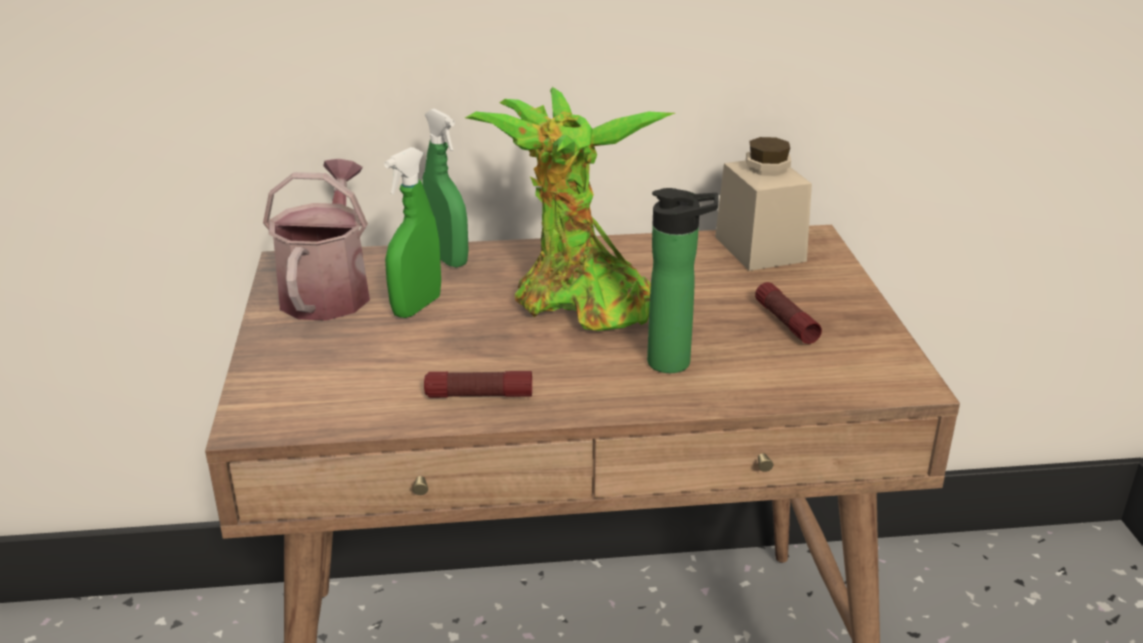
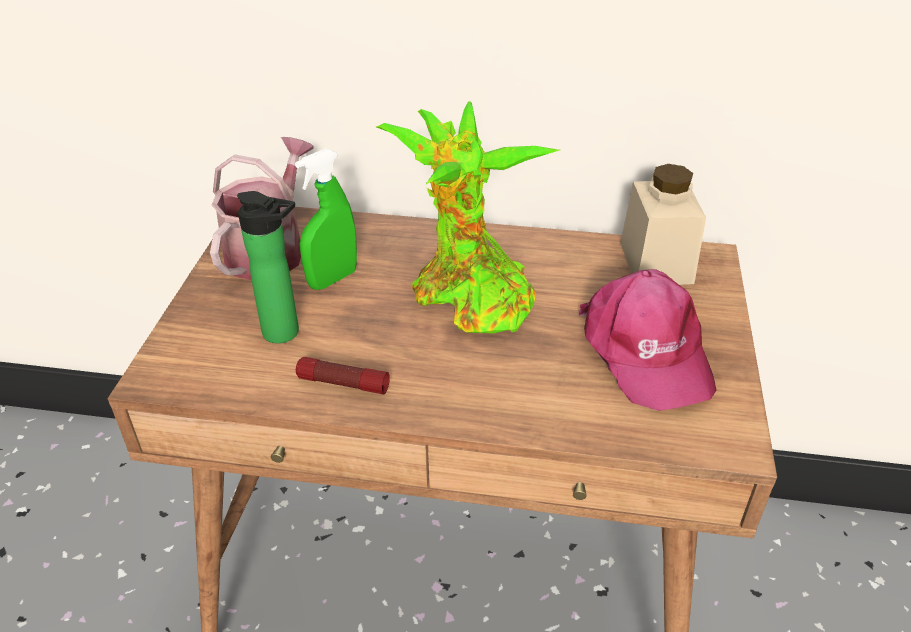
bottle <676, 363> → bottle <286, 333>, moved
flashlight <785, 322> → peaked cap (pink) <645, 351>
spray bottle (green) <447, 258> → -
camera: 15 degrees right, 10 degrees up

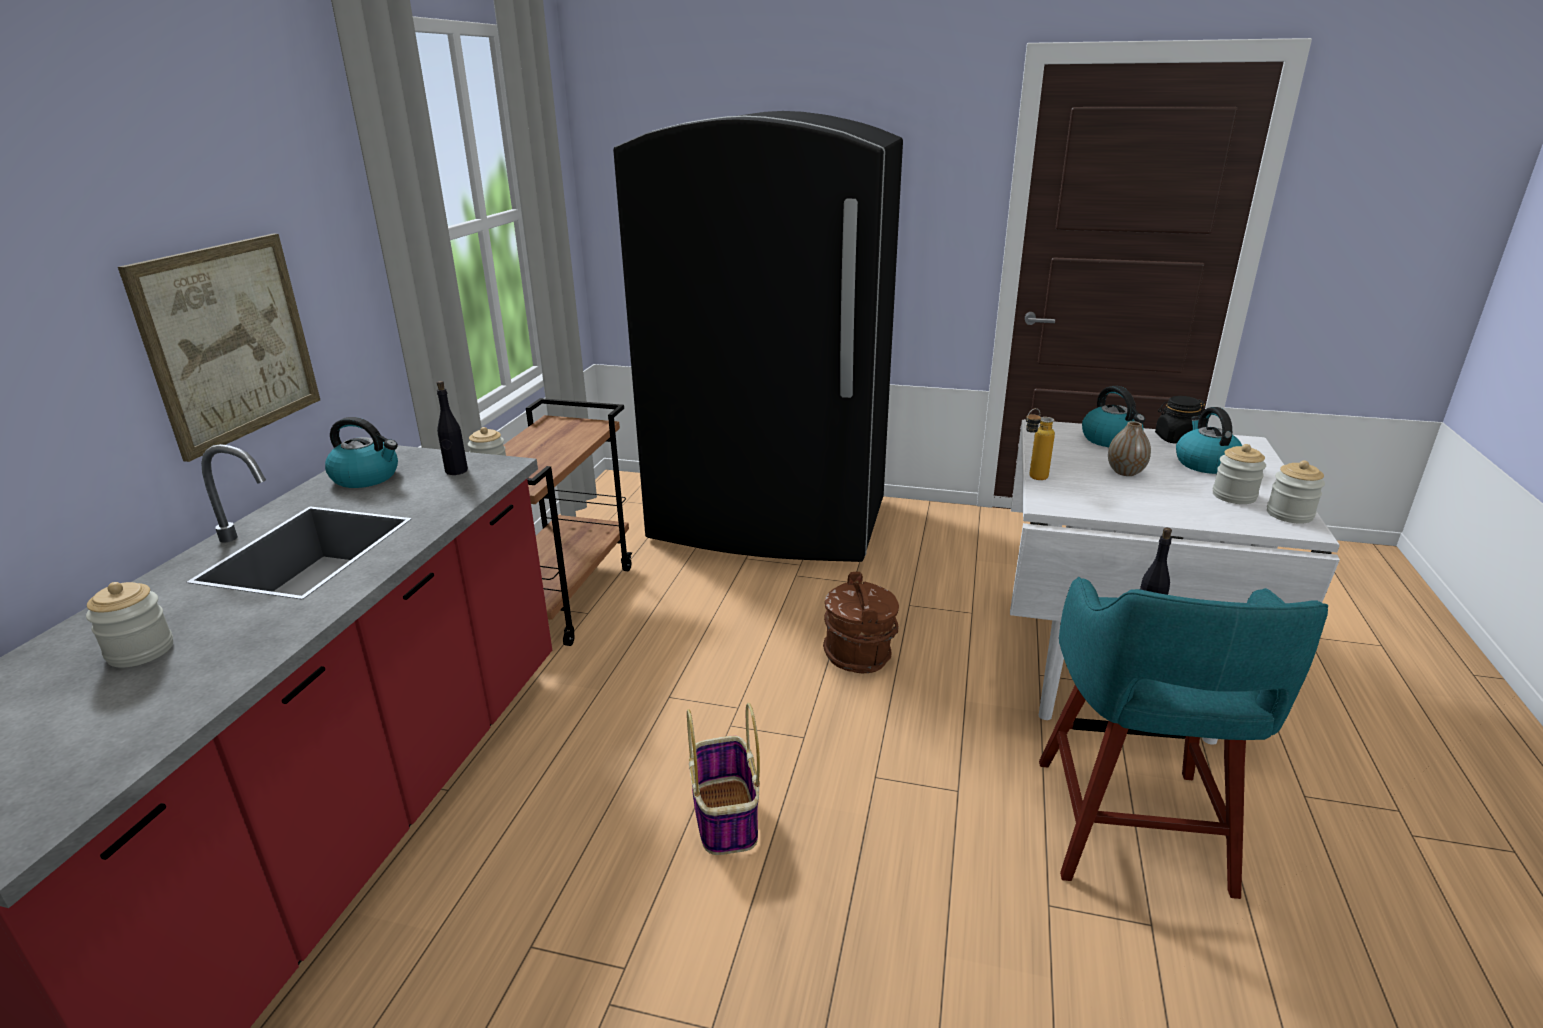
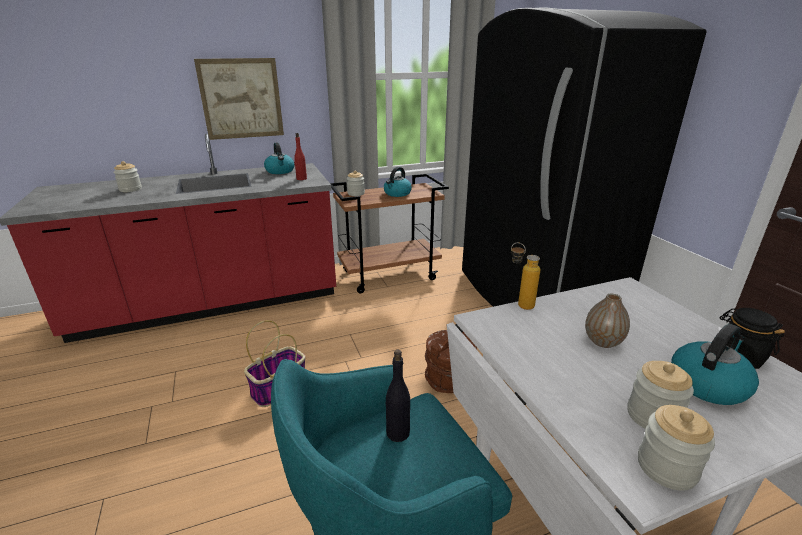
bottle (black-coloured) <456, 471> → bottle (red) <301, 179>
water kettle <1111, 440> → water kettle <397, 193>, moved
camera: 55 degrees right, 0 degrees up

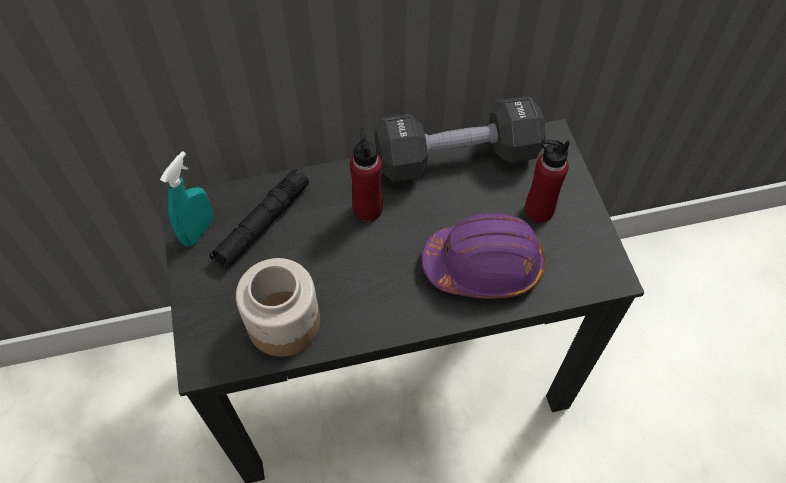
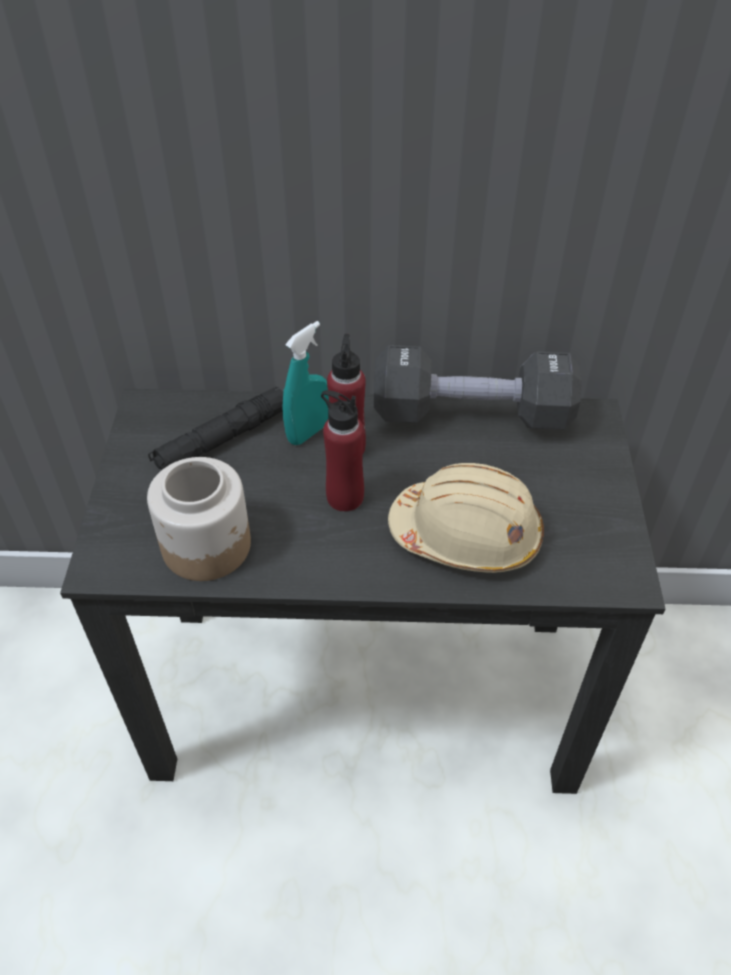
spray bottle (turquoise) <198, 231> → spray bottle (turquoise) <308, 432>, moved
bottle (red) <538, 210> → bottle (red) <345, 497>, moved
work helmet (purple) <484, 265> → work helmet (beige-coloured) <466, 535>
camera: 15 degrees right, 10 degrees down

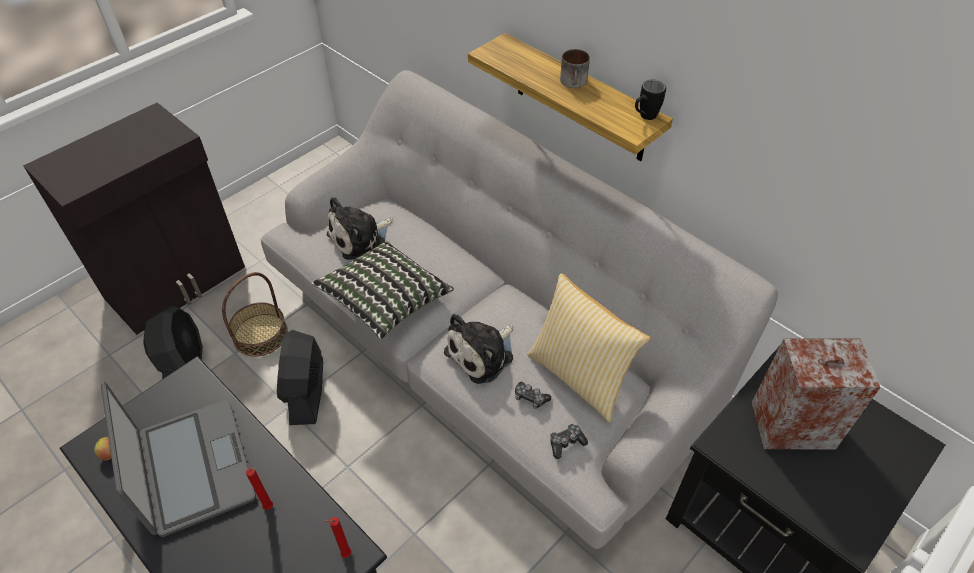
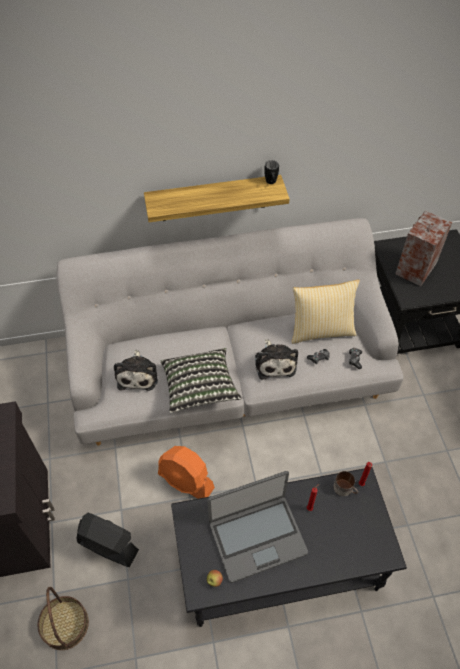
storage basket <260, 334> → storage basket <64, 624>, moved
electric fan (black-coloured) <306, 392> → electric fan (orange-coloured) <186, 481>
portable computer <193, 468> → portable computer <257, 537>, 150 degrees clockwise
tea mug <574, 82> → tea mug <345, 488>, moved
camera: 55 degrees left, 5 degrees up

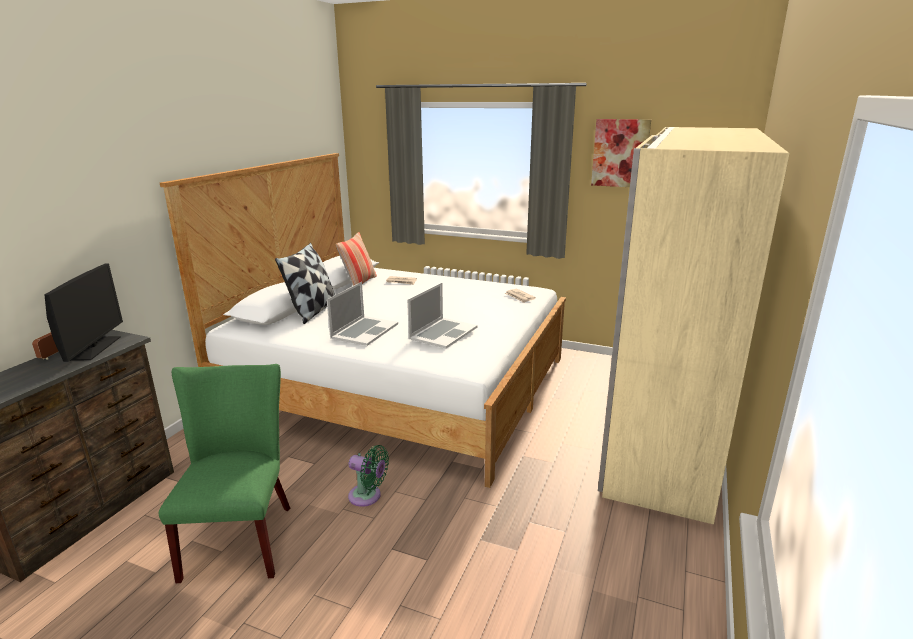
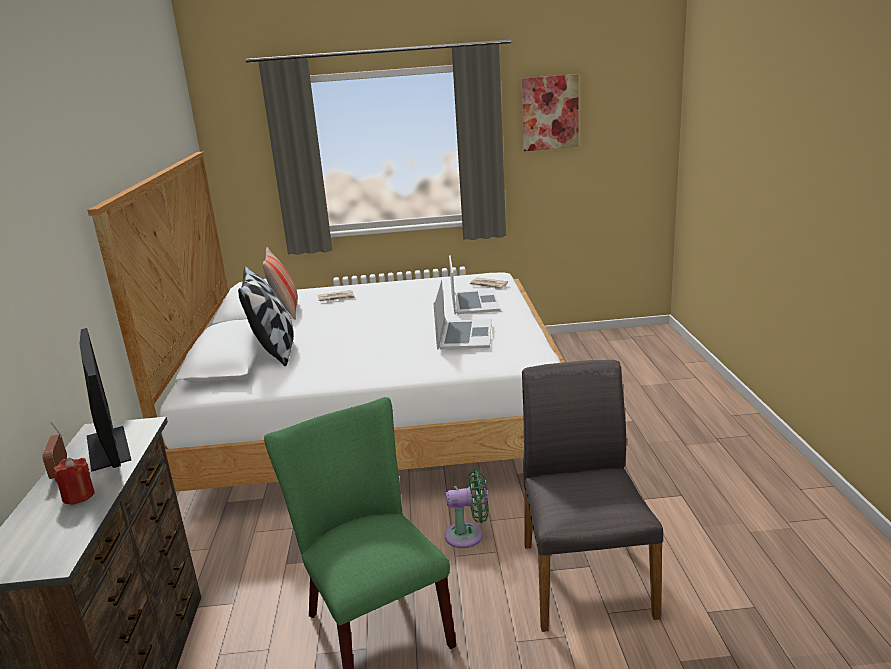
- → wax candle (red) <78, 496>
portable computer <364, 331> → portable computer <474, 302>, moved
- → plain chair (grey) <584, 577>
clothes cupboard (beige-coloured) <665, 430> → -
camera: 25 degrees left, 0 degrees up

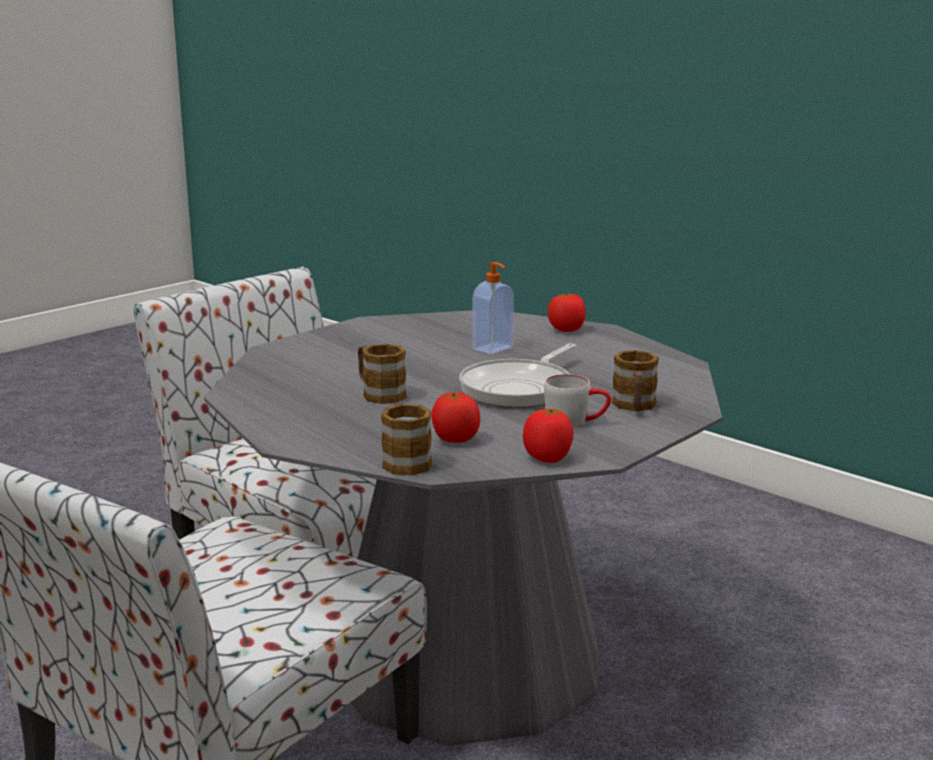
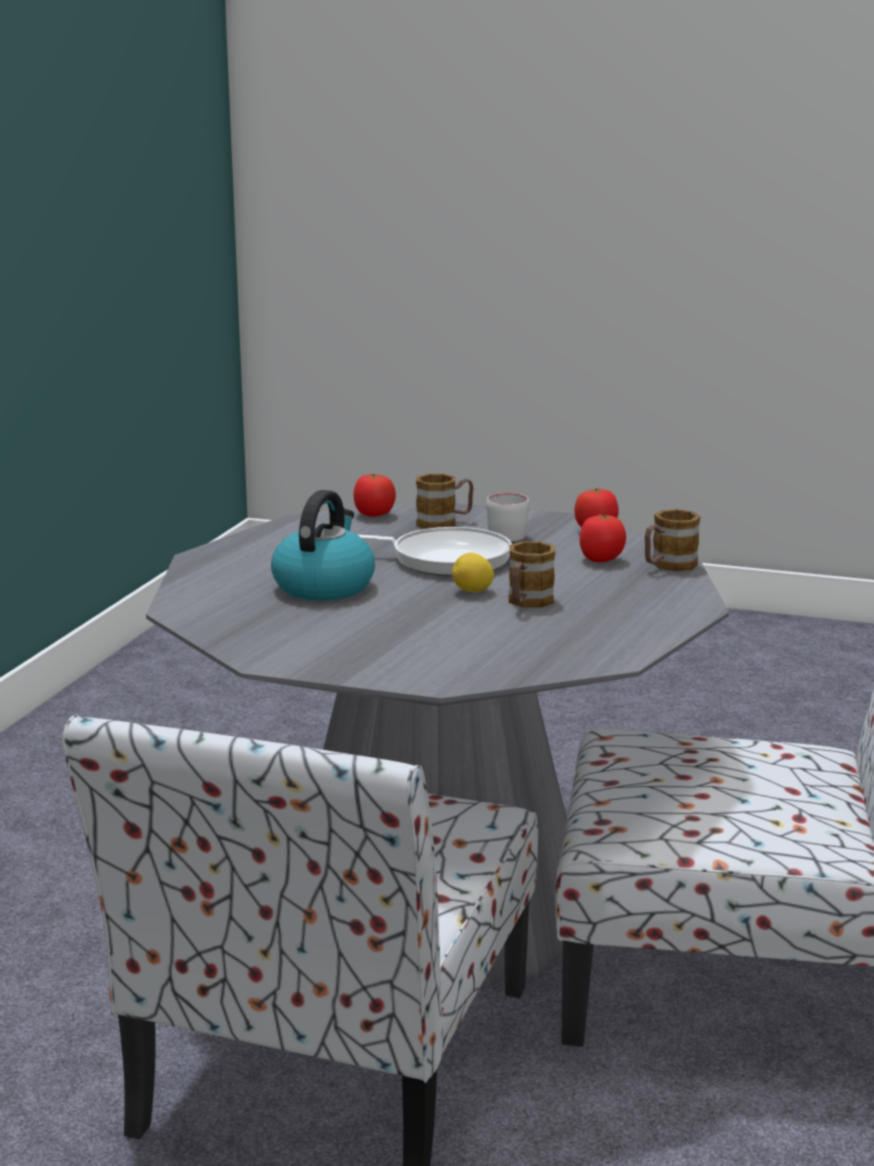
soap bottle <493, 349> → water kettle <324, 586>
whole tomato <566, 330> → whole tomato <374, 515>, moved
- → lemon <473, 591>
camera: 115 degrees left, 0 degrees up

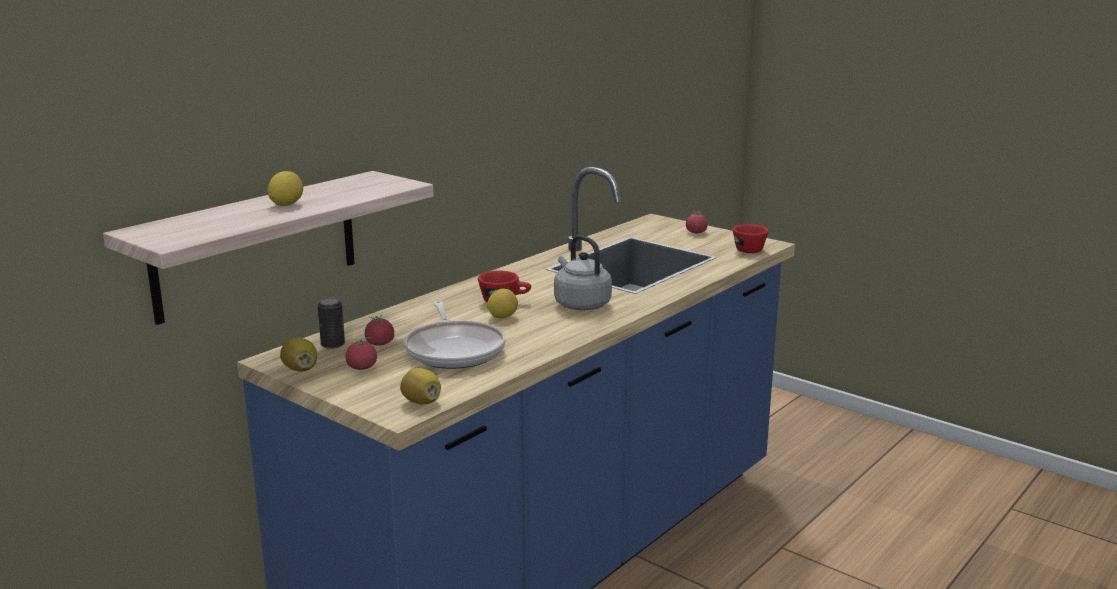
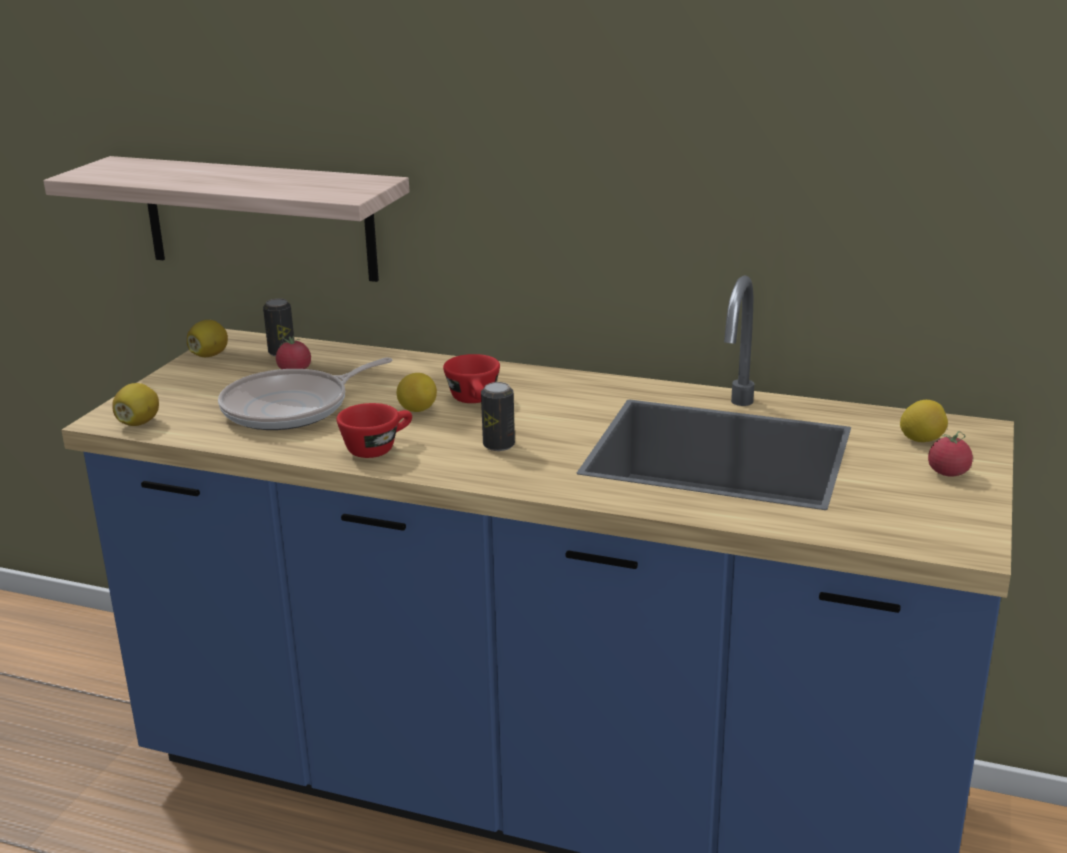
drinking cup (red) <746, 249> → drinking cup (red) <378, 448>, moved
water kettle (grey) <580, 304> → can <499, 445>
lemon <286, 204> → lemon <921, 440>, moved
whole tomato <362, 367> → -
camera: 70 degrees right, 5 degrees up

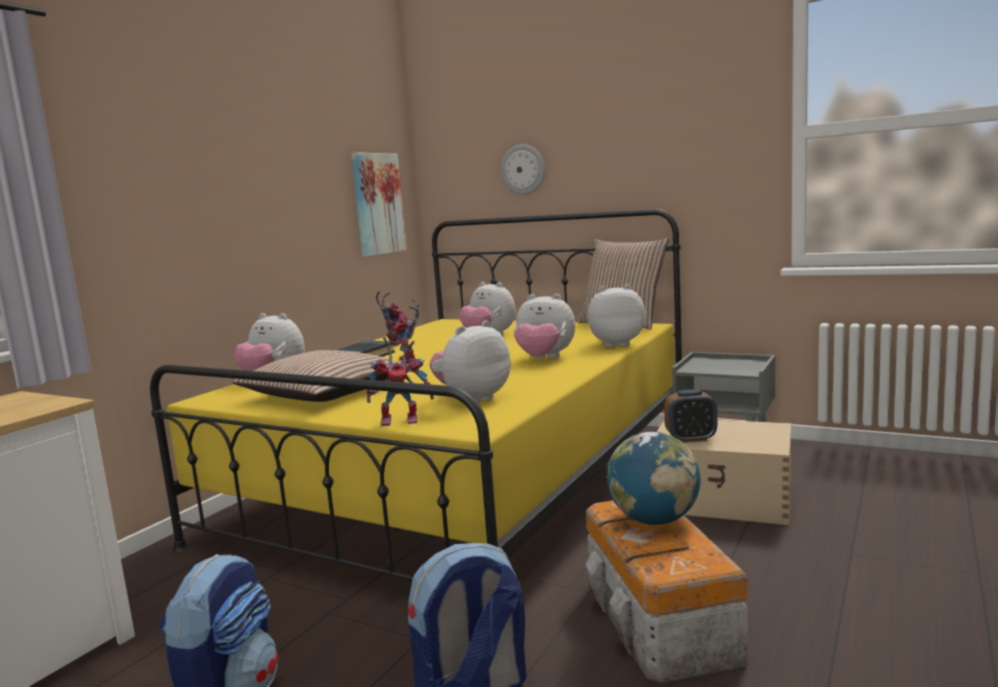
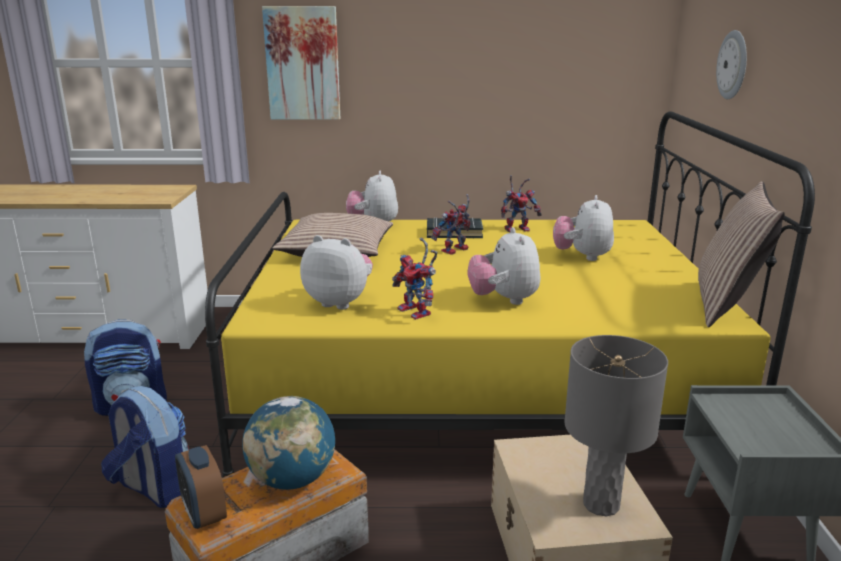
table clock <691, 439> → table clock <204, 514>, moved
picture <378, 204> → picture <302, 64>, moved
toy robot <403, 420> → toy robot <418, 312>, moved
- → lamp for a table (grey) <600, 504>
soft toy <615, 344> → -
camera: 60 degrees right, 10 degrees up

